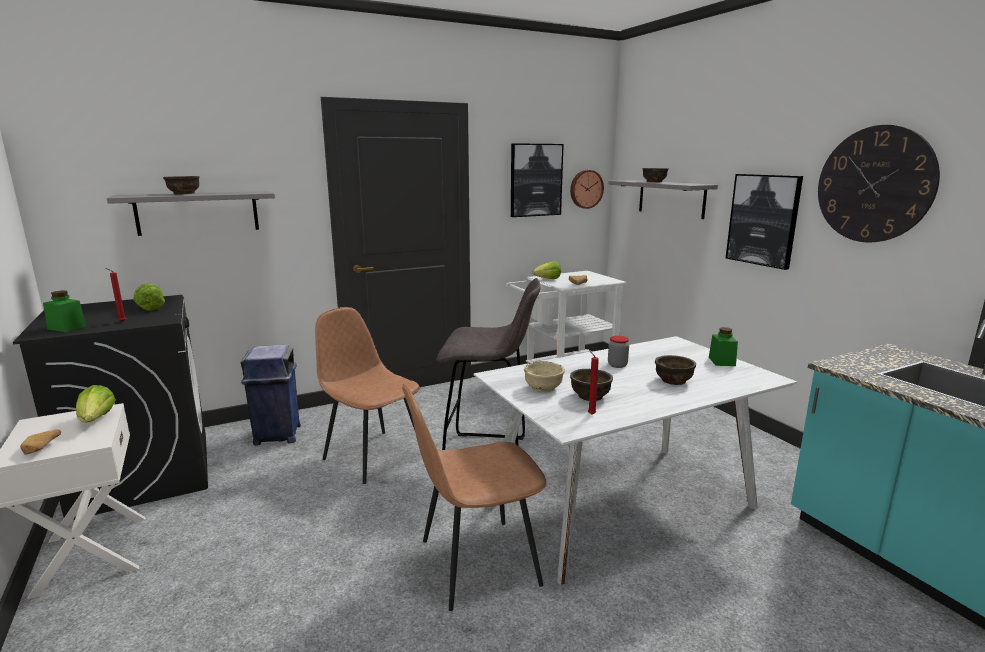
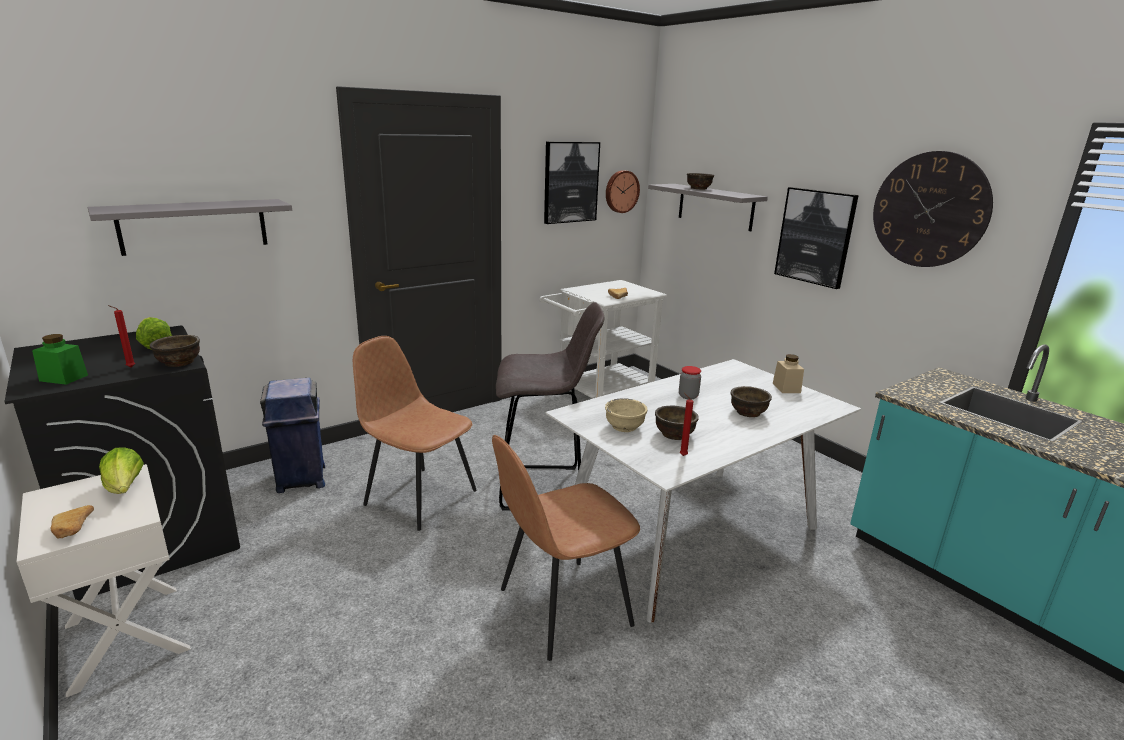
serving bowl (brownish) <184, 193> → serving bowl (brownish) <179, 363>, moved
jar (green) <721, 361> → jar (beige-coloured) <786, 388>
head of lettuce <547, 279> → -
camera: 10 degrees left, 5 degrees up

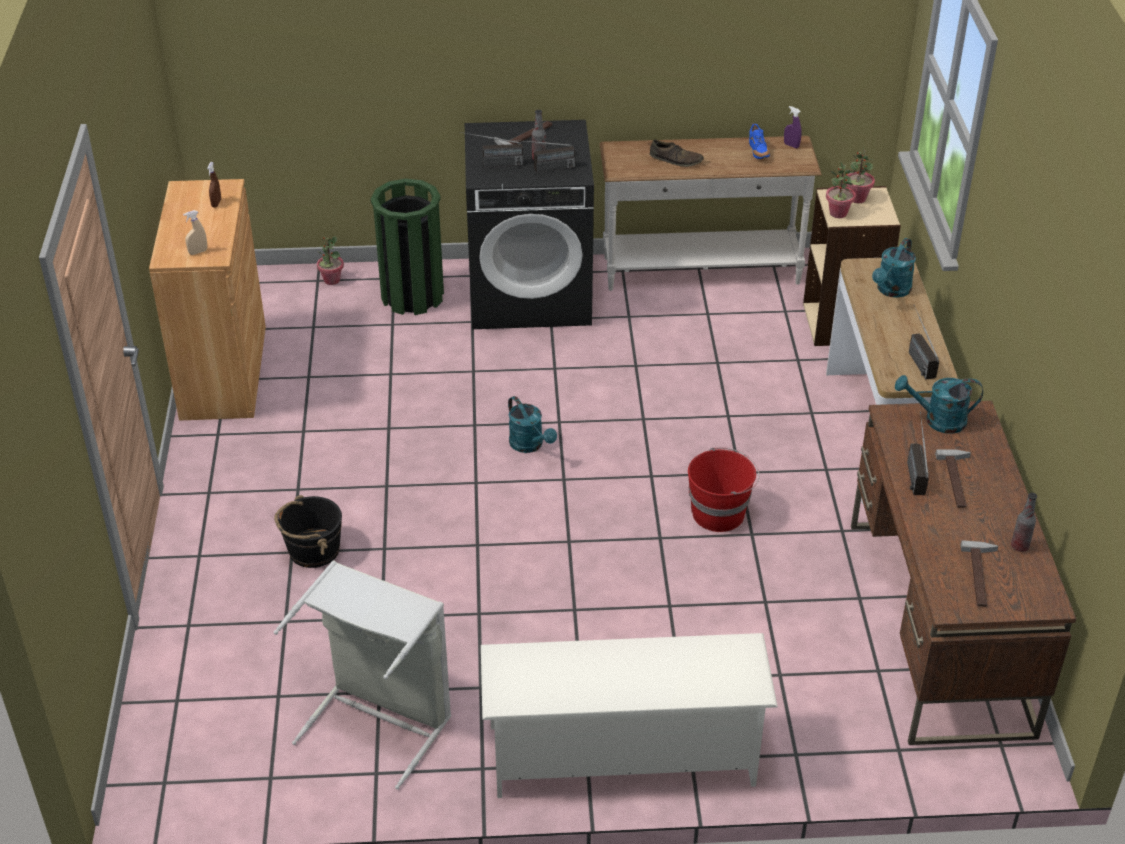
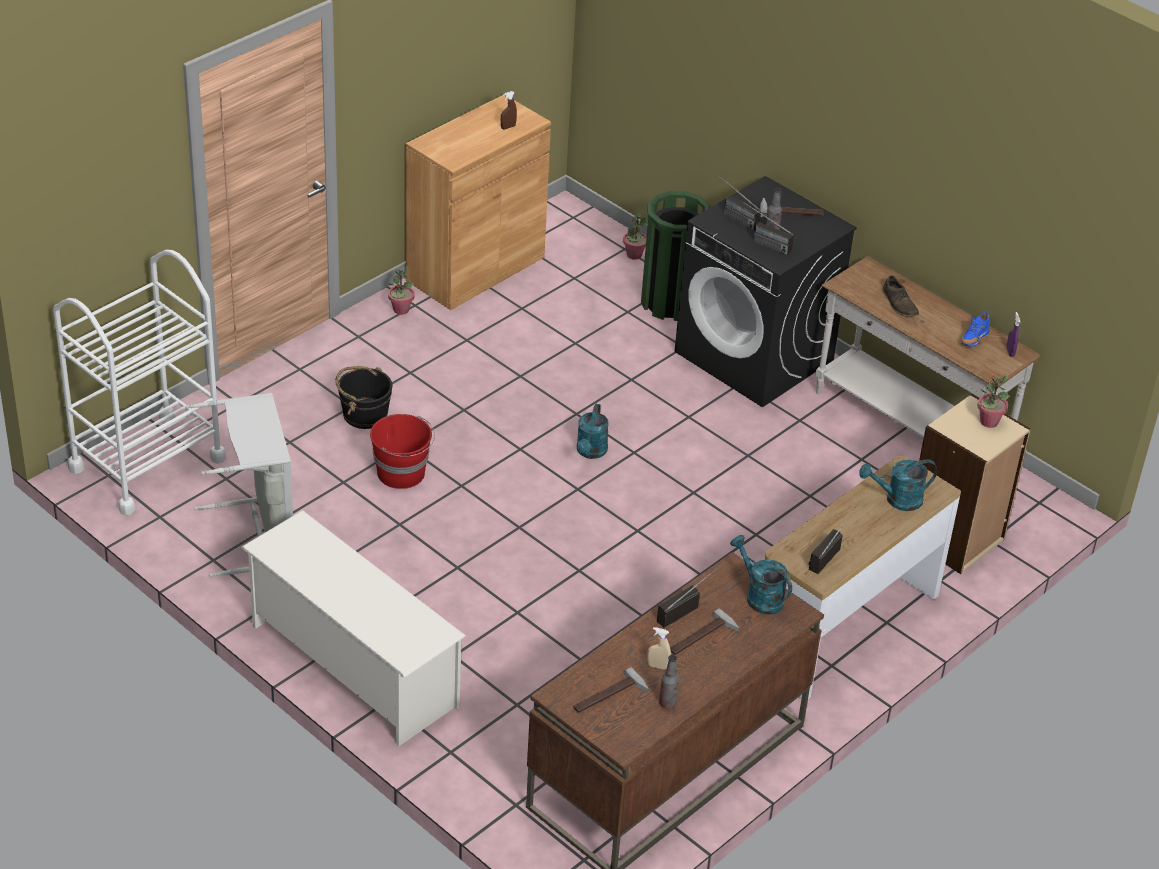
- → wheeled cart (white) <147, 463>
bucket (red) <719, 513> → bucket (red) <402, 473>, moved
plant in a pot <838, 213> → plant in a pot <401, 309>, moved
spray bottle (beige-coloured) <198, 252> → spray bottle (beige-coloured) <657, 666>, moved
camera: 45 degrees right, 0 degrees up

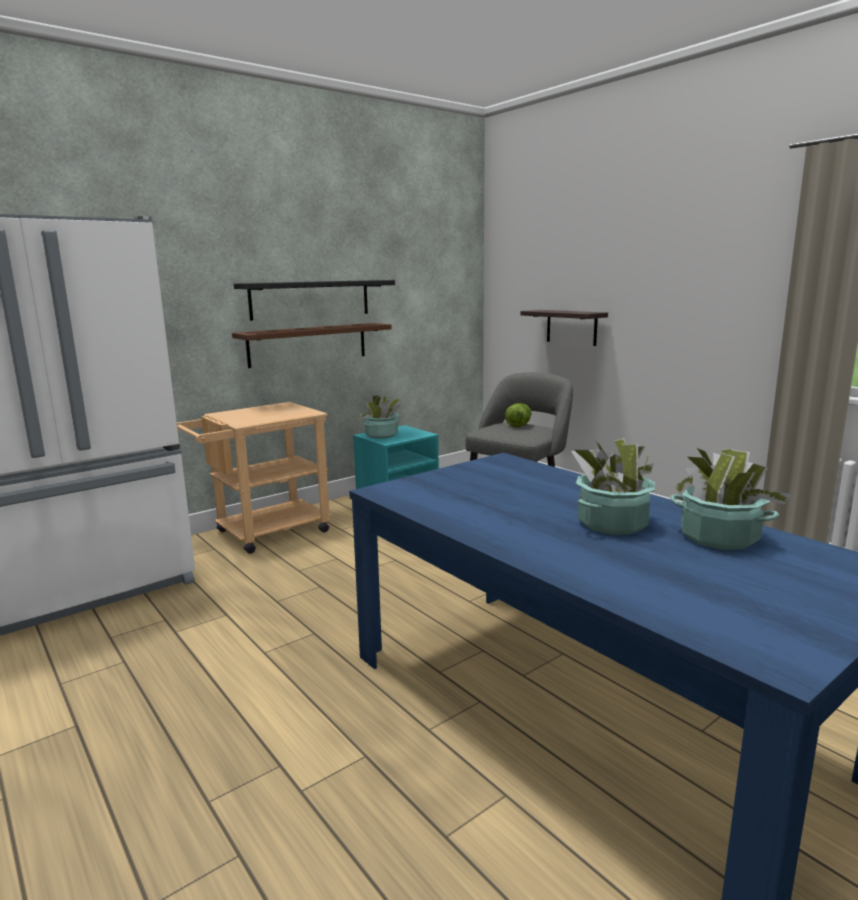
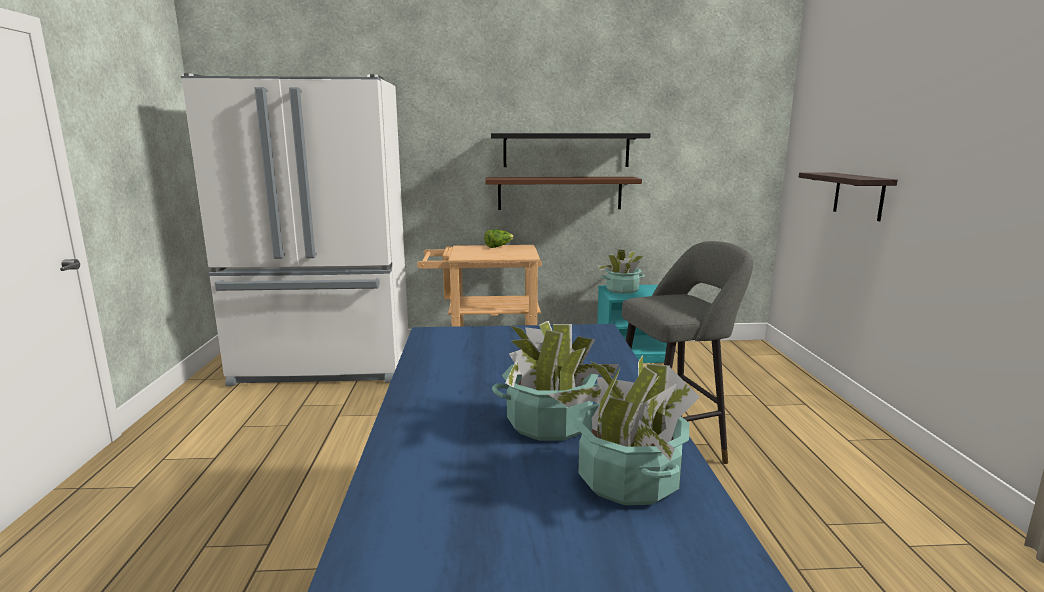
head of lettuce <518, 424> → head of lettuce <498, 246>, moved
camera: 35 degrees right, 0 degrees up

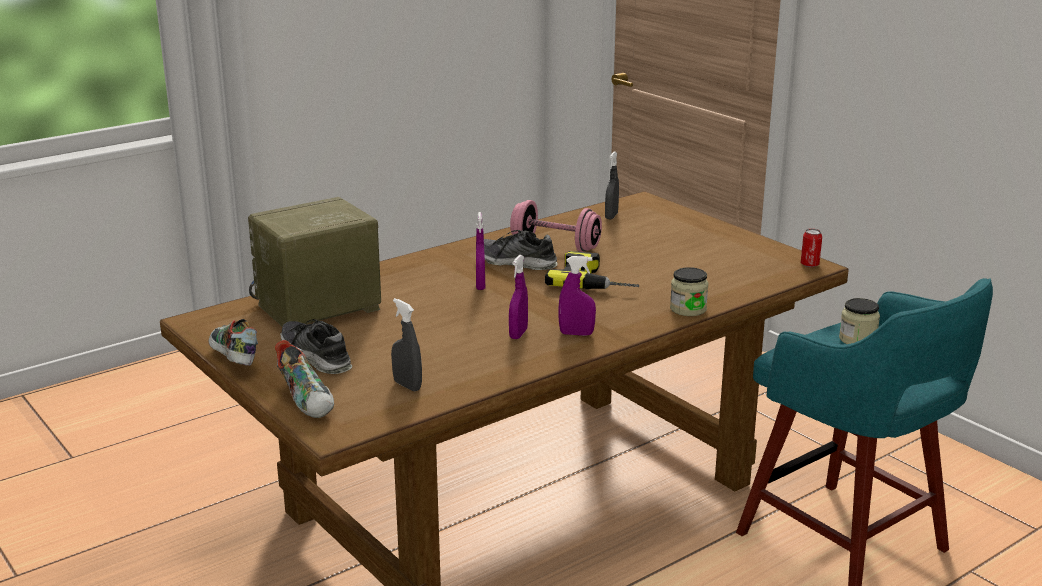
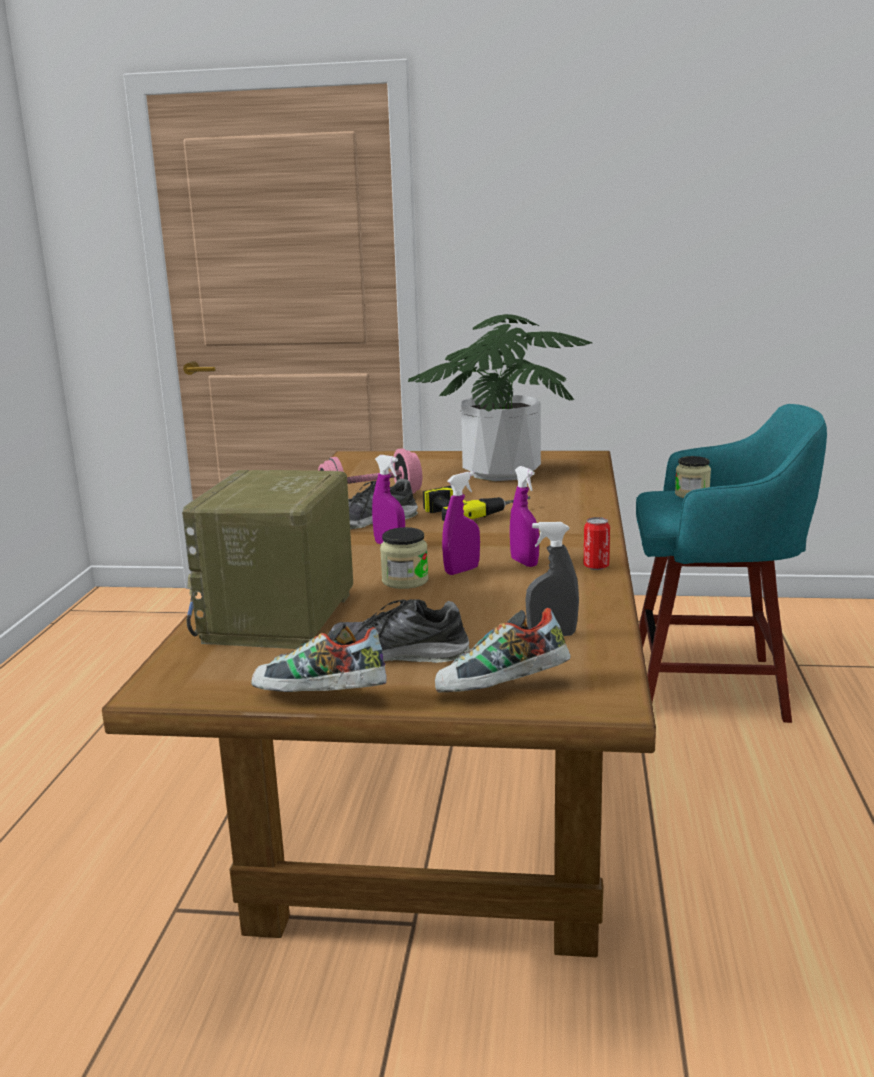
jar <688, 309> → jar <405, 581>, moved
- → plant in a pot <501, 473>
item of footwear <308, 400> → item of footwear <502, 690>, 150 degrees clockwise
spray bottle (purple) <576, 334> → spray bottle (purple) <462, 570>, moved
can <809, 265> → can <596, 567>, moved
spray bottle (grey) <611, 216> → -
camera: 45 degrees left, 5 degrees down

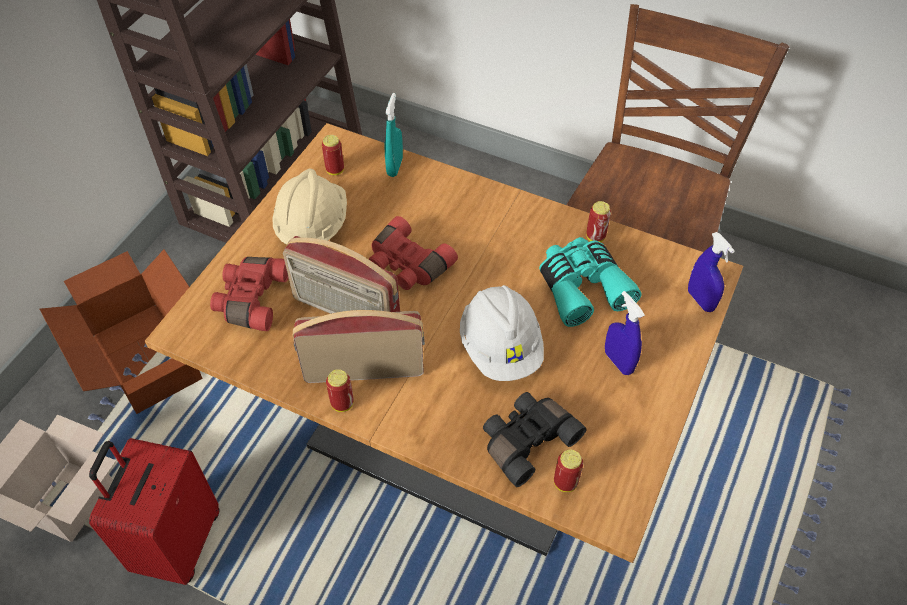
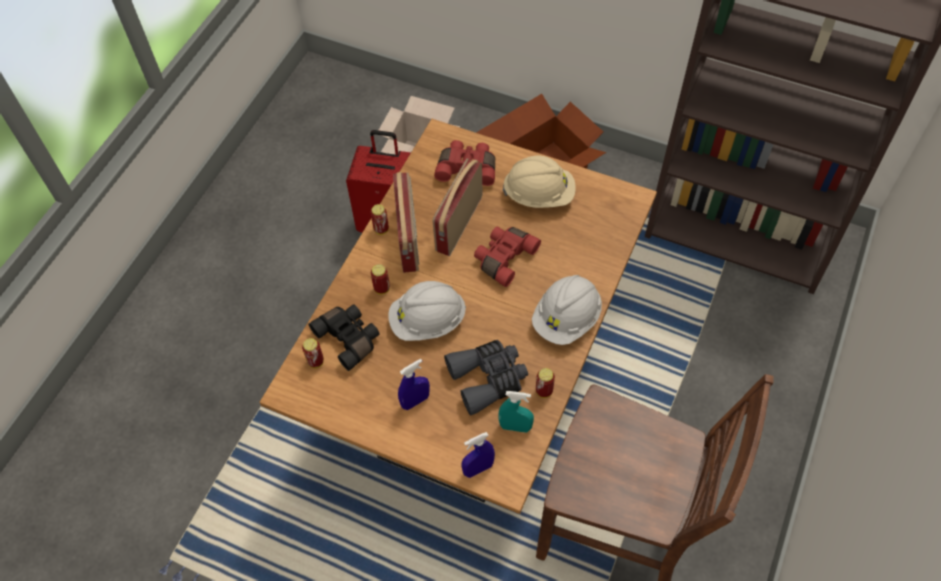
can <335, 170> → can <382, 288>, moved
field glasses (turquoise) <582, 287> → field glasses (grey) <488, 379>
spray bottle (turquoise) <395, 167> → spray bottle (turquoise) <515, 427>, moved
- → work helmet (white) <566, 319>
camera: 90 degrees right, 5 degrees up

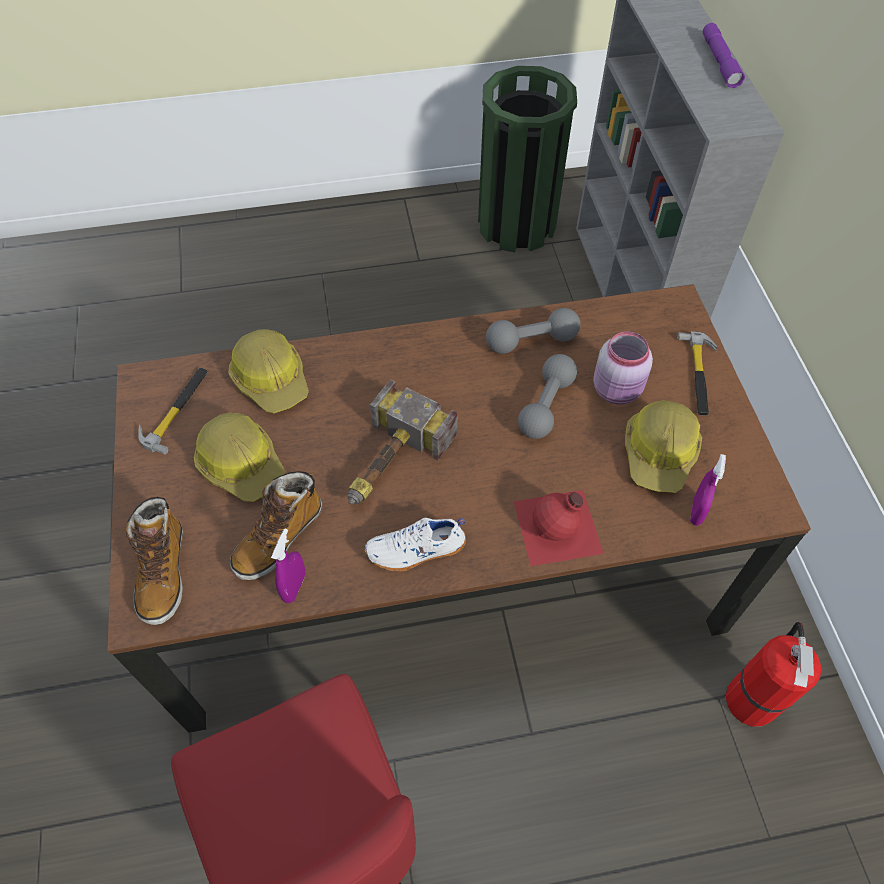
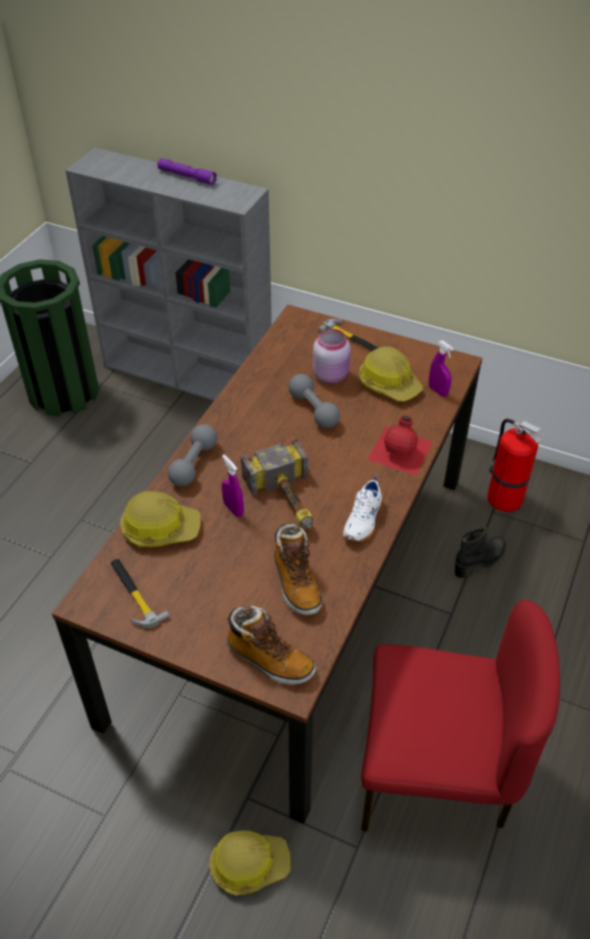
free weight (grey) <531, 341> → free weight (grey) <194, 464>, moved
work helmet <241, 464> → work helmet <249, 864>, moved
spray bottle (purple) <294, 587> → spray bottle (purple) <233, 509>, moved
- → high-top boot (black-coloured) <480, 561>
camera: 55 degrees left, 10 degrees down

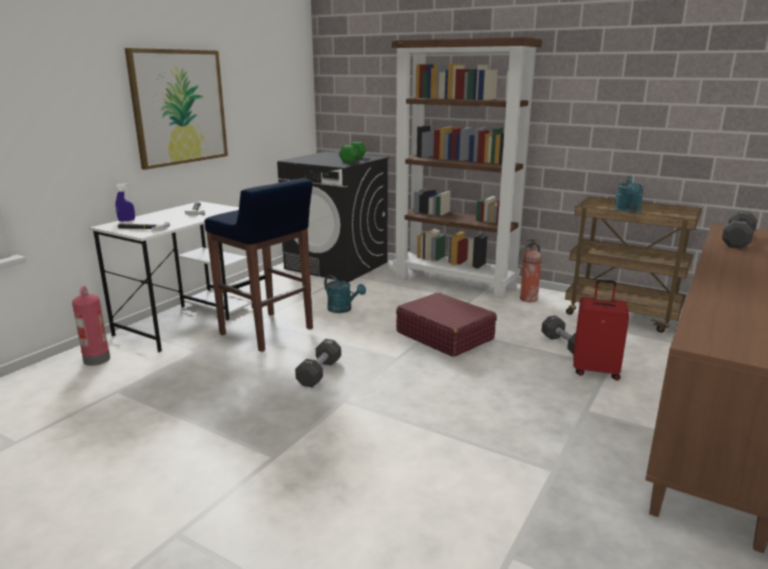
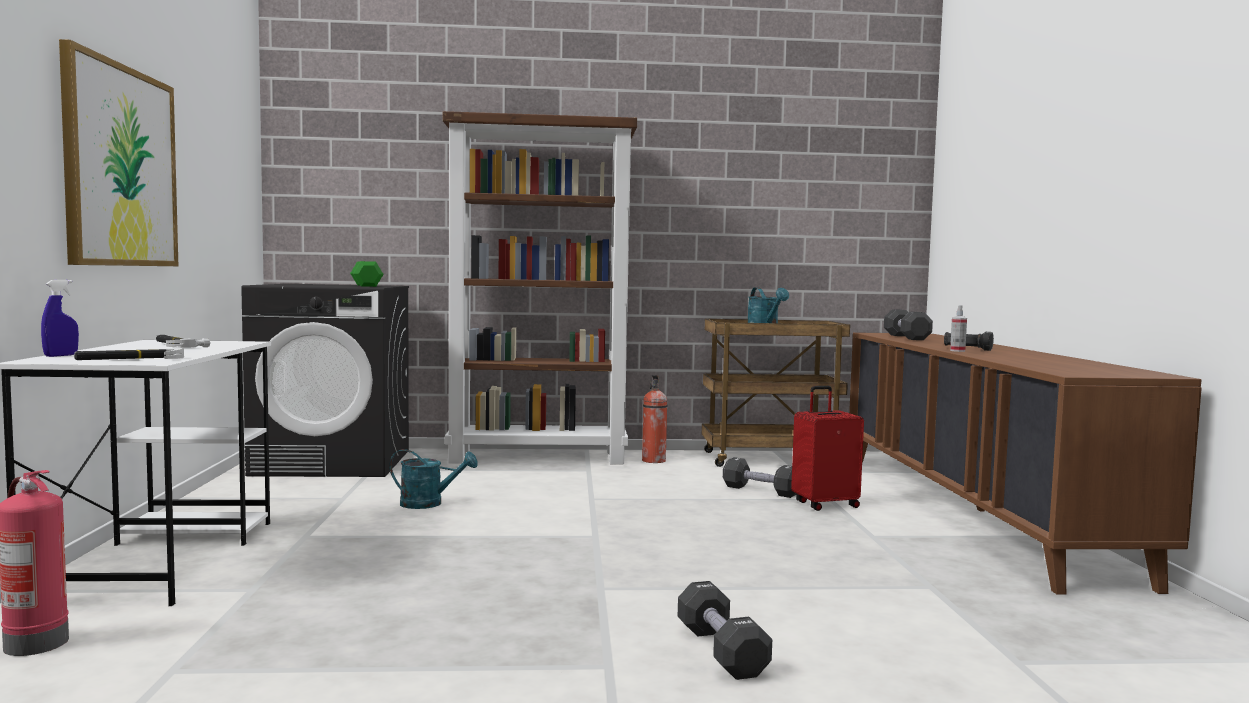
free weight (black-coloured) <319, 372> → free weight (black-coloured) <721, 651>, moved
- → flashlight (black-coloured) <967, 349>
- → spray bottle <957, 351>
stool (blue) <267, 332> → -
travel case (red) <444, 335> → -
camera: 35 degrees left, 15 degrees down

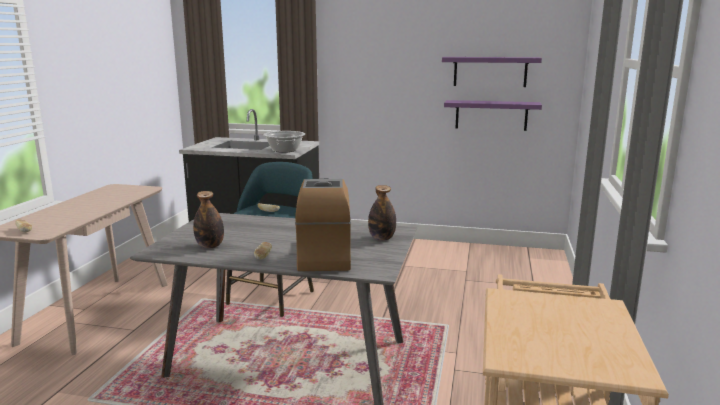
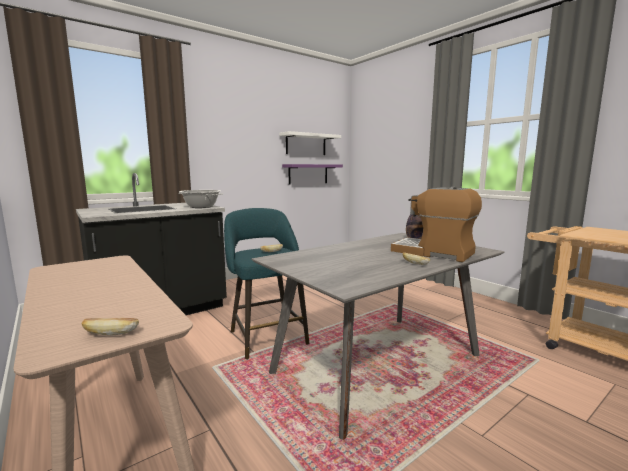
shelf (purple) <490, 71> → shelf (white) <306, 144>
bottle <210, 246> → -
camera: 50 degrees left, 5 degrees down

